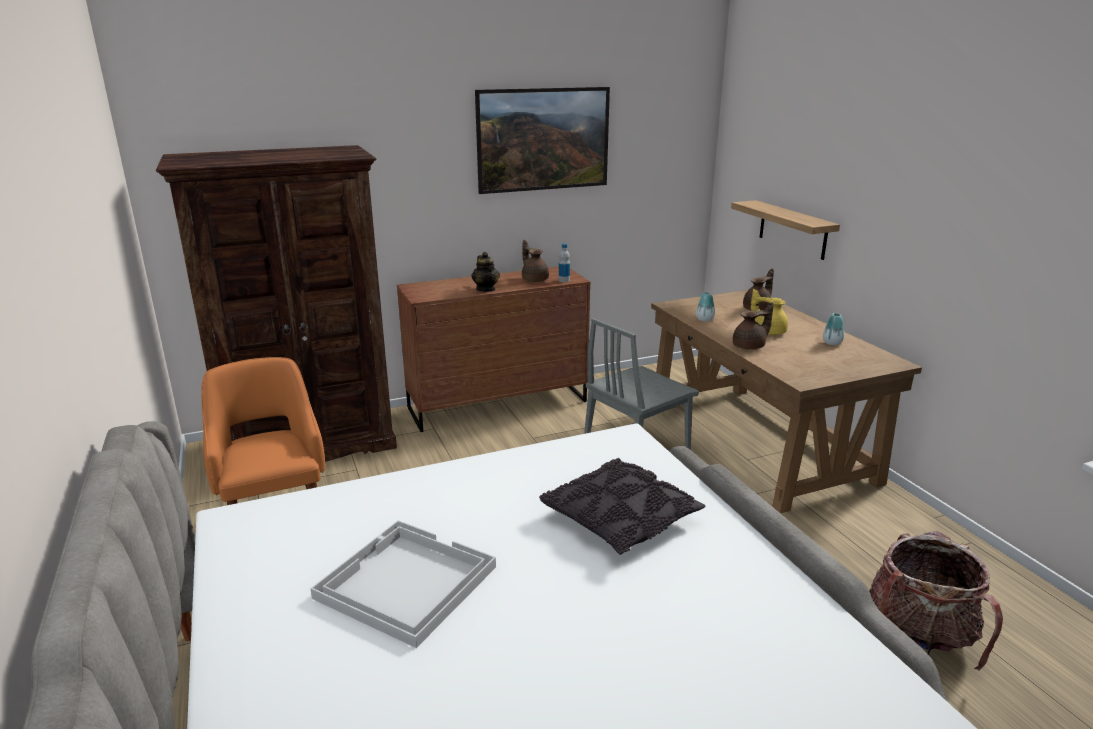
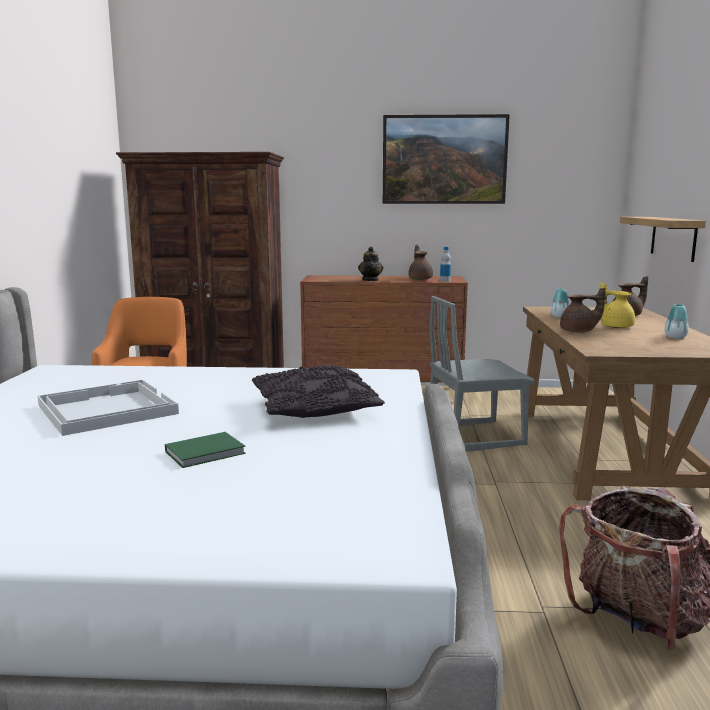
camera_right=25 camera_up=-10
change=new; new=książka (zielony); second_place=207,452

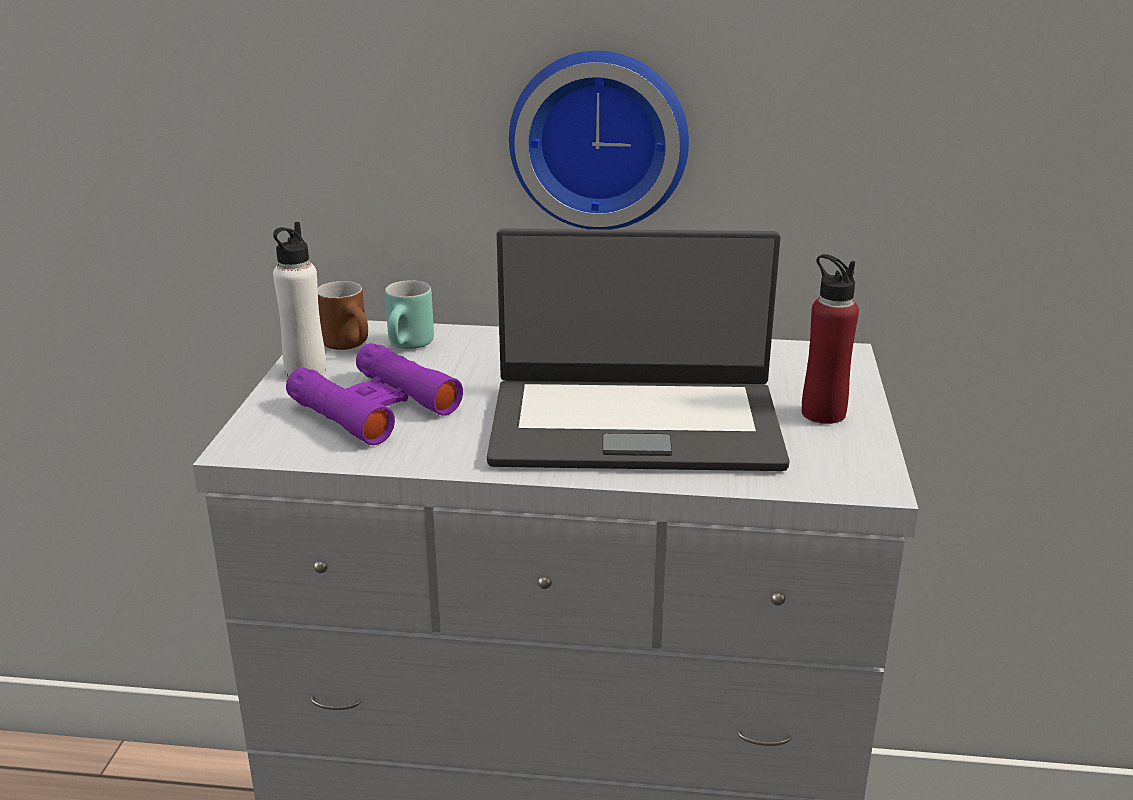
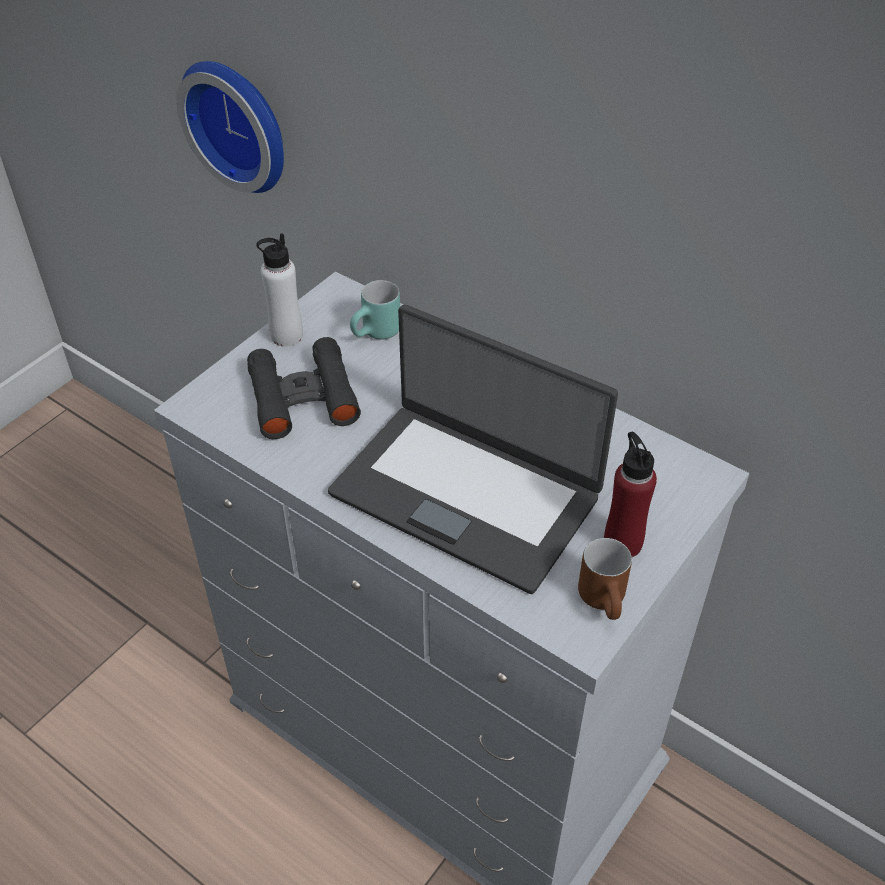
camera_right=30 camera_up=20
change=shifted; old=zegar ścienny; first_place=599,139; second_place=240,123
change=repainted; old=lornetka (fioletowy); new=lornetka (czarny); first_place=374,407; second_place=303,397
change=shifted; old=kubek (brązowy); first_place=352,346; second_place=607,602

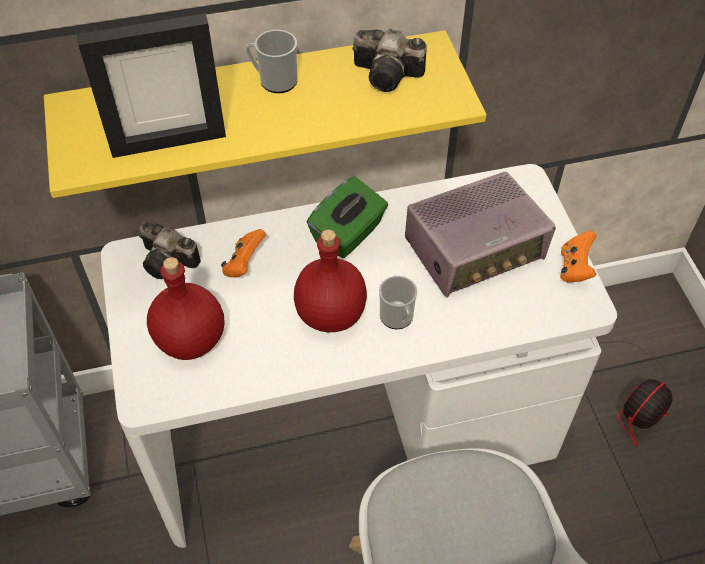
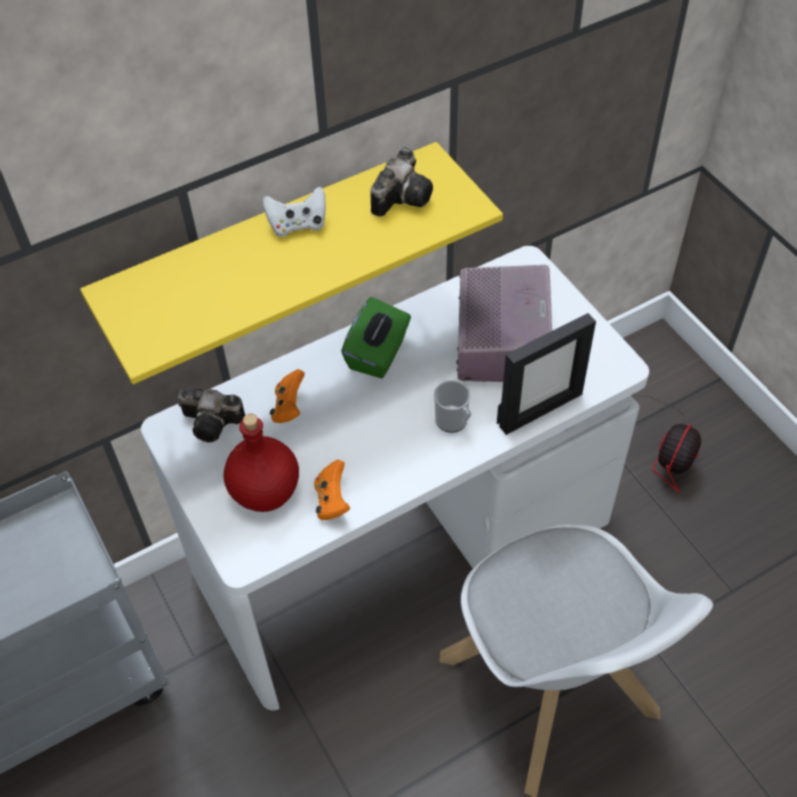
camera_right=-15 camera_up=0
change=swapped; old=kubek; new=pad do gier (biały); first_place=274,81; second_place=298,225
change=shifted; old=pad do gier (pomarańczowy); first_place=574,268; second_place=332,501
change=rotated; old=aparat fotograficzny; first_place=390,75; second_place=403,196; degrees=-60
change=rotated; old=radio; first_place=475,250; second_place=502,340; degrees=-45
change=shifted; old=ramka na zdjęcie; first_place=168,140; second_place=539,408
change=gone; old=butelka (czerwony); first_place=331,313

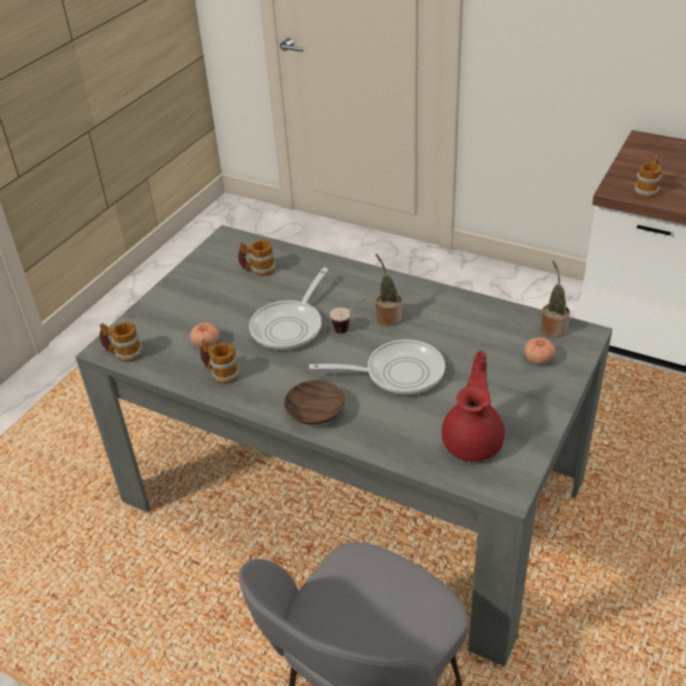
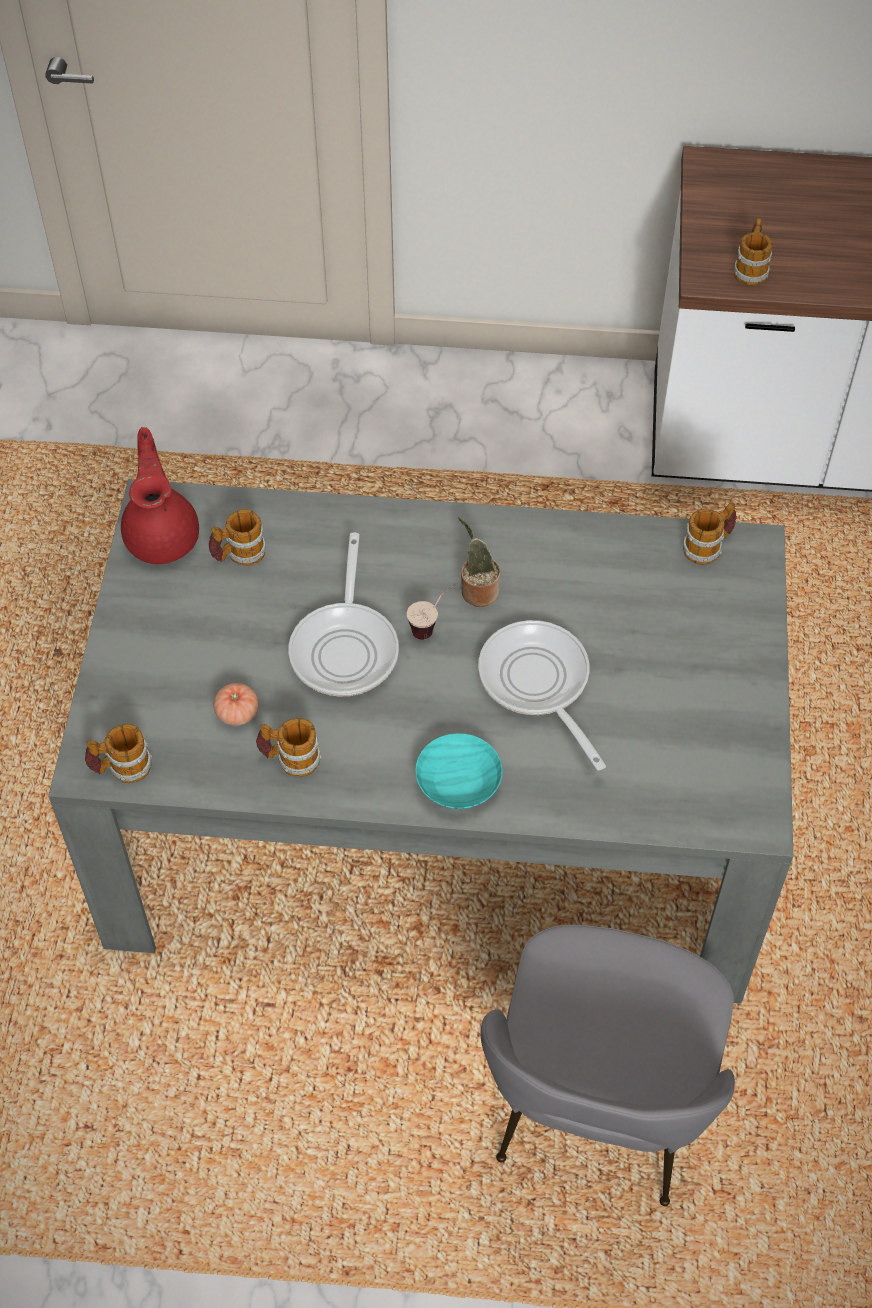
camera_right=-25 camera_up=15
change=shifted; old=imbryk (czerwony); first_place=473,441; second_place=163,536
change=repainted; old=miska (brązowy); new=miska (turkusowy); first_place=317,412; second_place=460,781
change=rotated; old=patelnia; first_place=397,373; second_place=537,684; degrees=-90
change=swapped; old=roślina doniczkowa; new=kubek; first_place=552,327; second_place=708,546
change=gone; old=pomidor; first_place=538,359

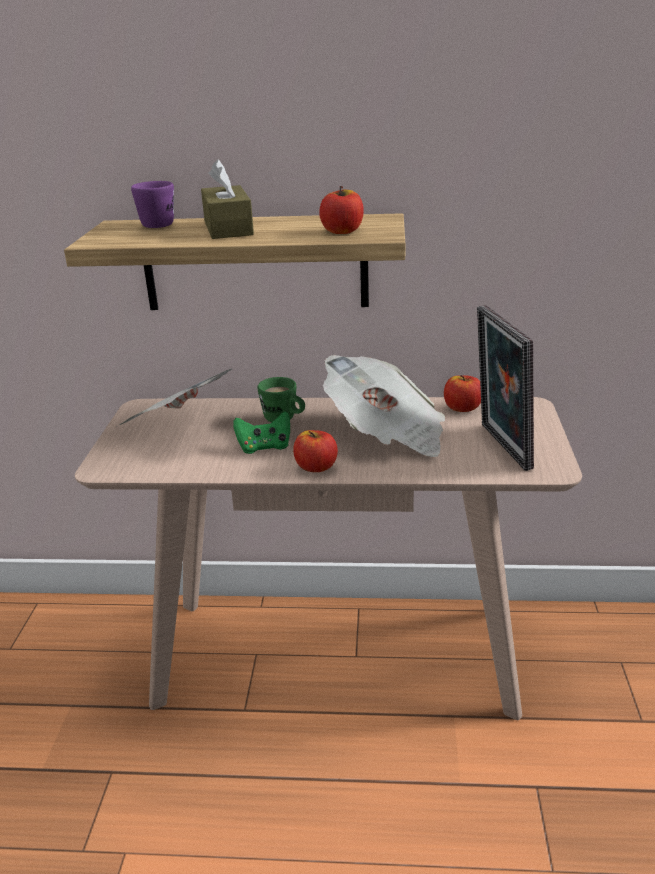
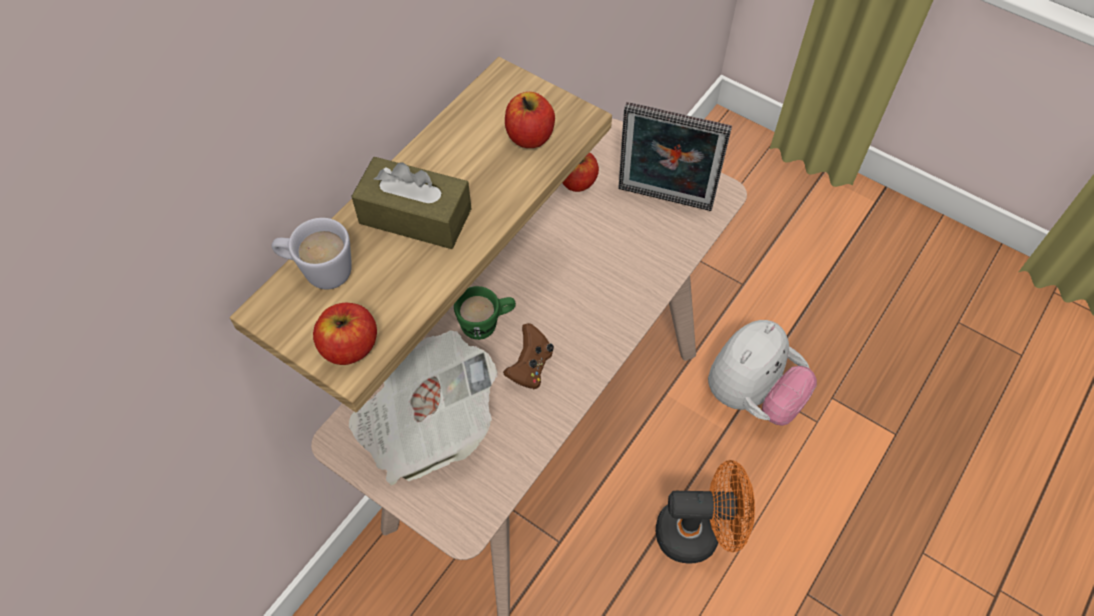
camera_right=-60 camera_up=30
change=repainted; old=kubek (fioletowy); new=kubek (biały); first_place=156,224; second_place=319,271
change=shifted; old=jabłko; first_place=316,467; second_place=350,346
change=repainted; old=pad do gier (zielony); new=pad do gier (brązowy); first_place=264,447; second_place=530,367
change=new; new=wentylator (pomarańczowy); second_place=698,532
change=new; new=pluszak; second_place=752,395
change=gone; old=gazeta; first_place=387,435

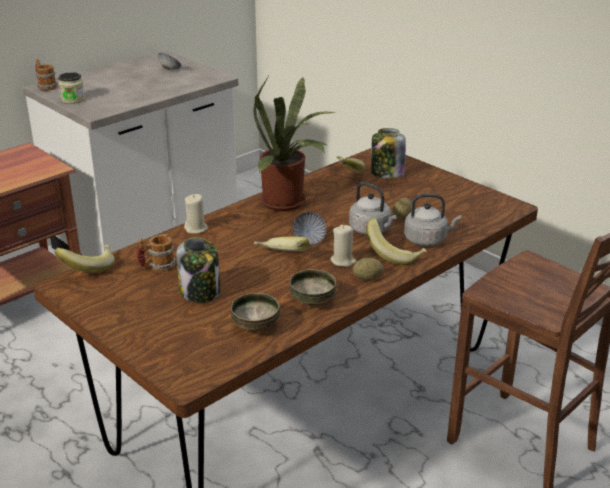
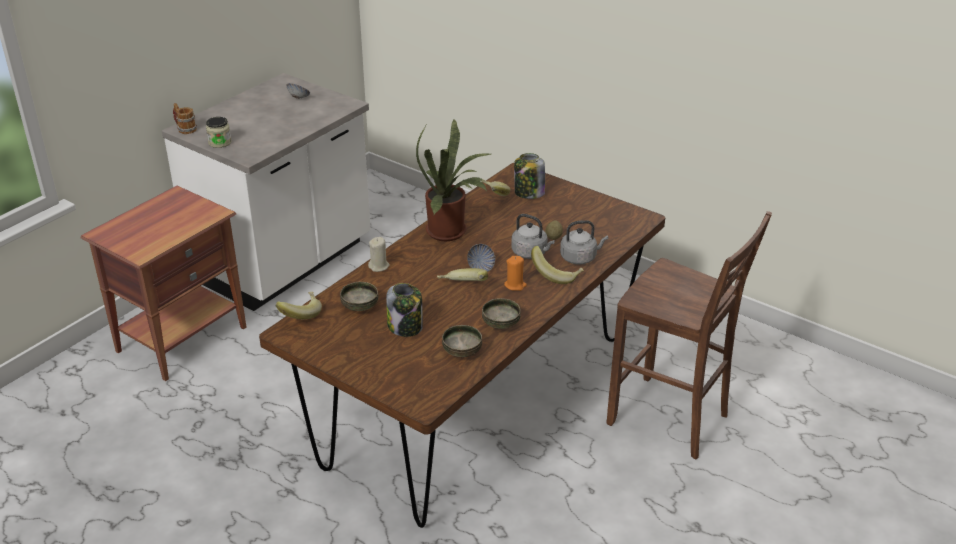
camera_right=-10 camera_up=5
change=swapped; old=kubek; new=miska; first_place=157,267; second_place=359,307
change=repainted; old=świeca (beżowy); new=świeca (pomarańczowy); first_place=343,261; second_place=515,285
change=gone; old=ziemniak; first_place=367,278

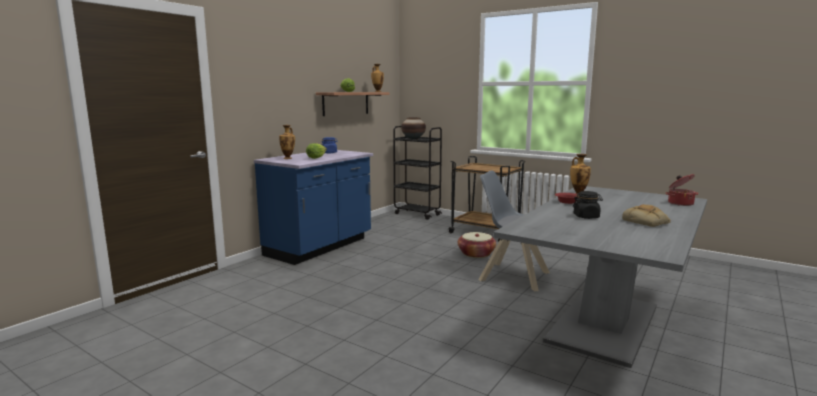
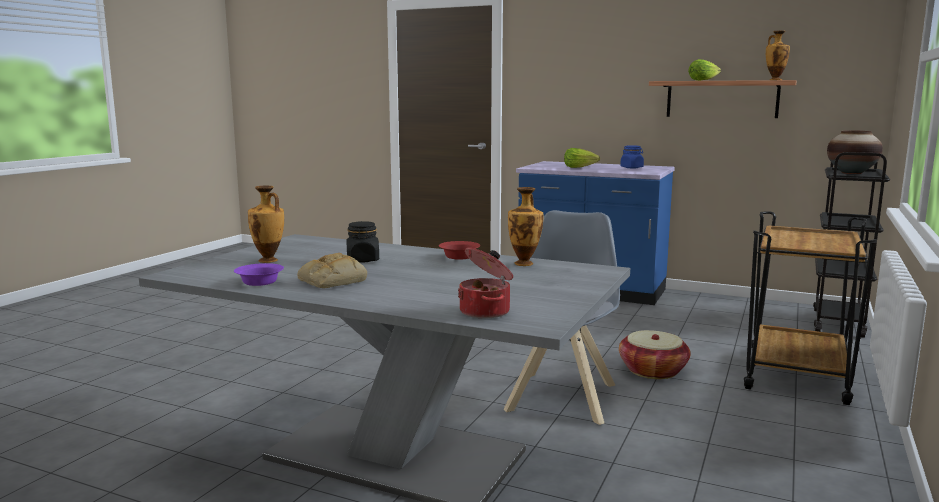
camera_right=80 camera_up=0
change=new; new=miska (fioletowy); second_place=260,282
change=shifted; old=wazon; first_place=288,158; second_place=268,261

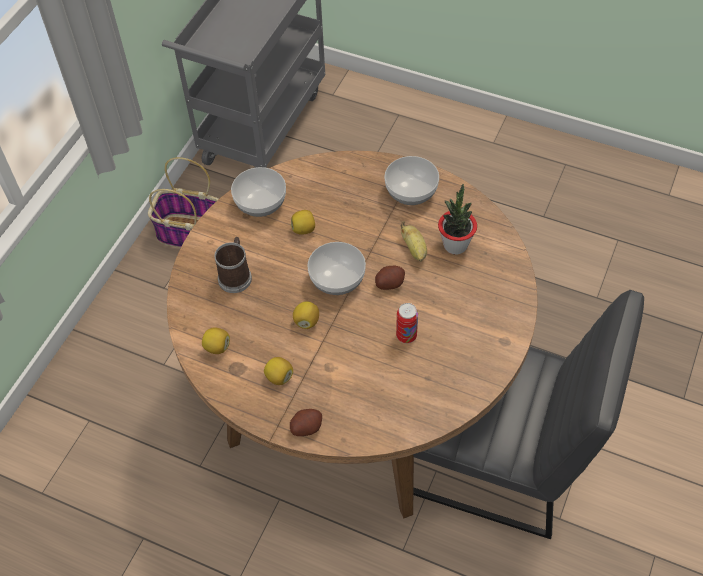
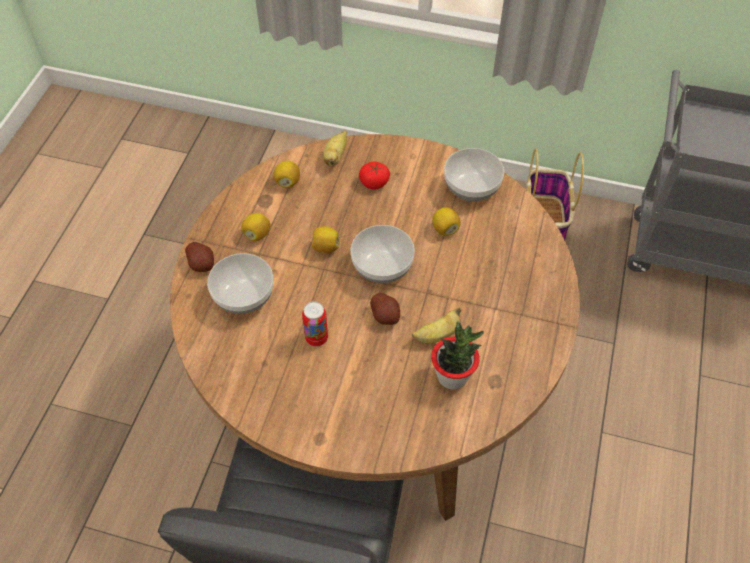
camera_right=80 camera_up=0
change=shifted; old=miska; first_place=411,192; second_place=245,296
change=new; new=banan; second_place=335,156
change=swapped; old=kubek; new=pomidor; first_place=236,275; second_place=374,182

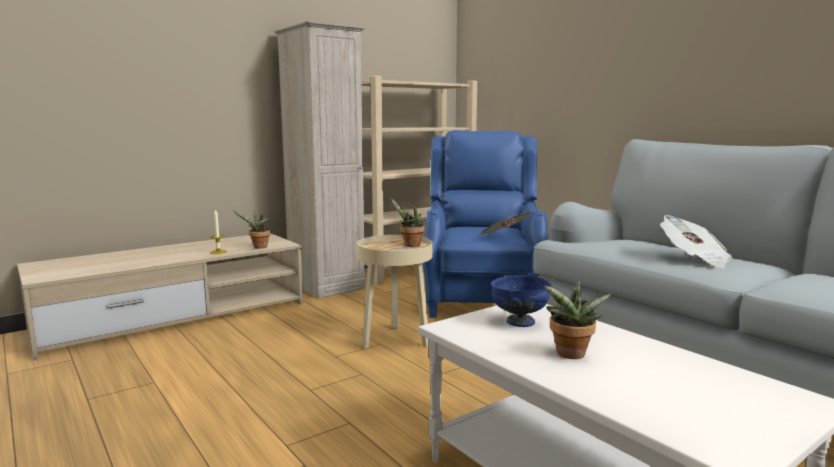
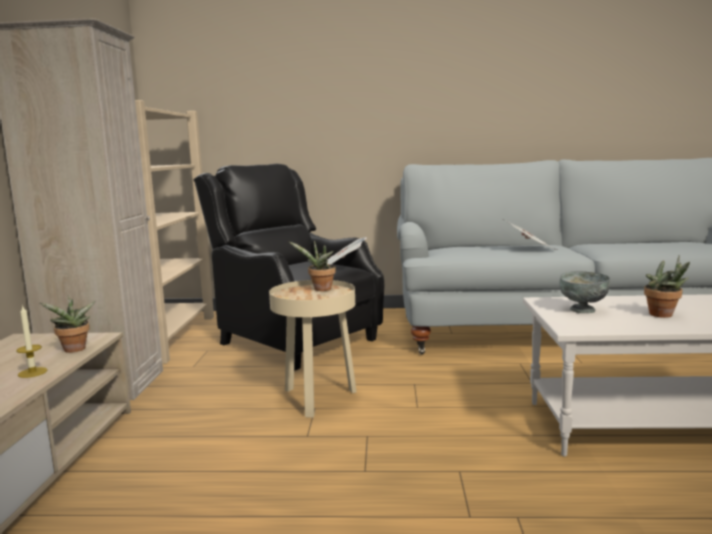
camera_right=-50 camera_up=0
change=repainted; old=fotel (niebieski); new=fotel (czarny); first_place=482,299; second_place=295,340
change=repainted; old=miska (niebieski); new=miska (szary); first_place=519,322; second_place=583,310

